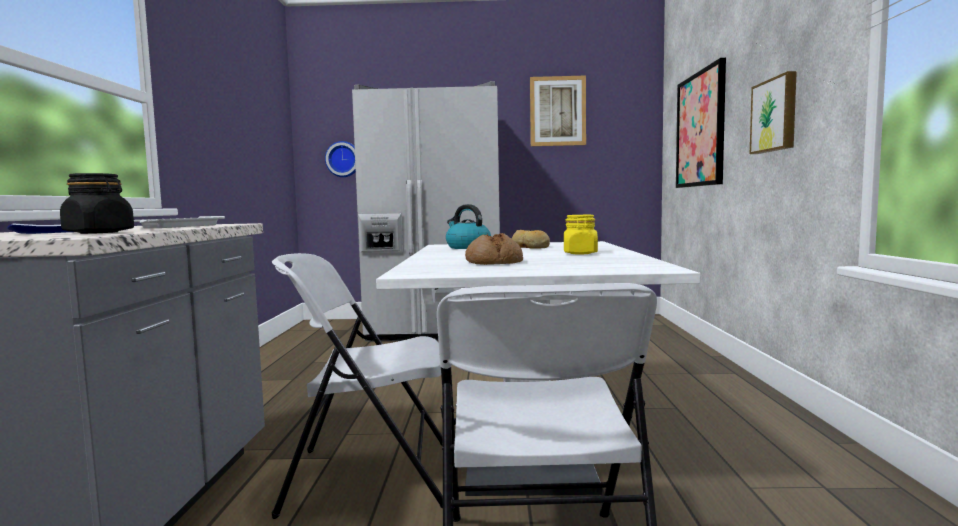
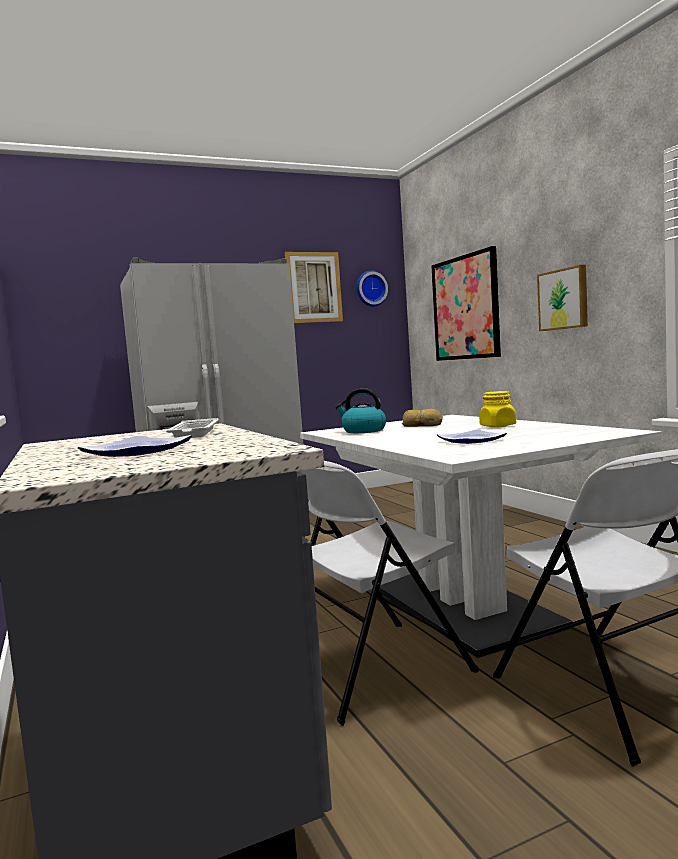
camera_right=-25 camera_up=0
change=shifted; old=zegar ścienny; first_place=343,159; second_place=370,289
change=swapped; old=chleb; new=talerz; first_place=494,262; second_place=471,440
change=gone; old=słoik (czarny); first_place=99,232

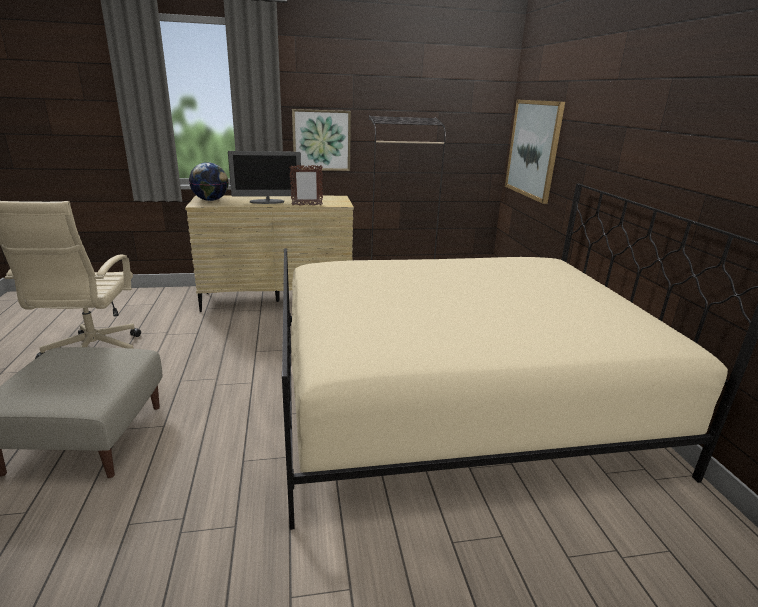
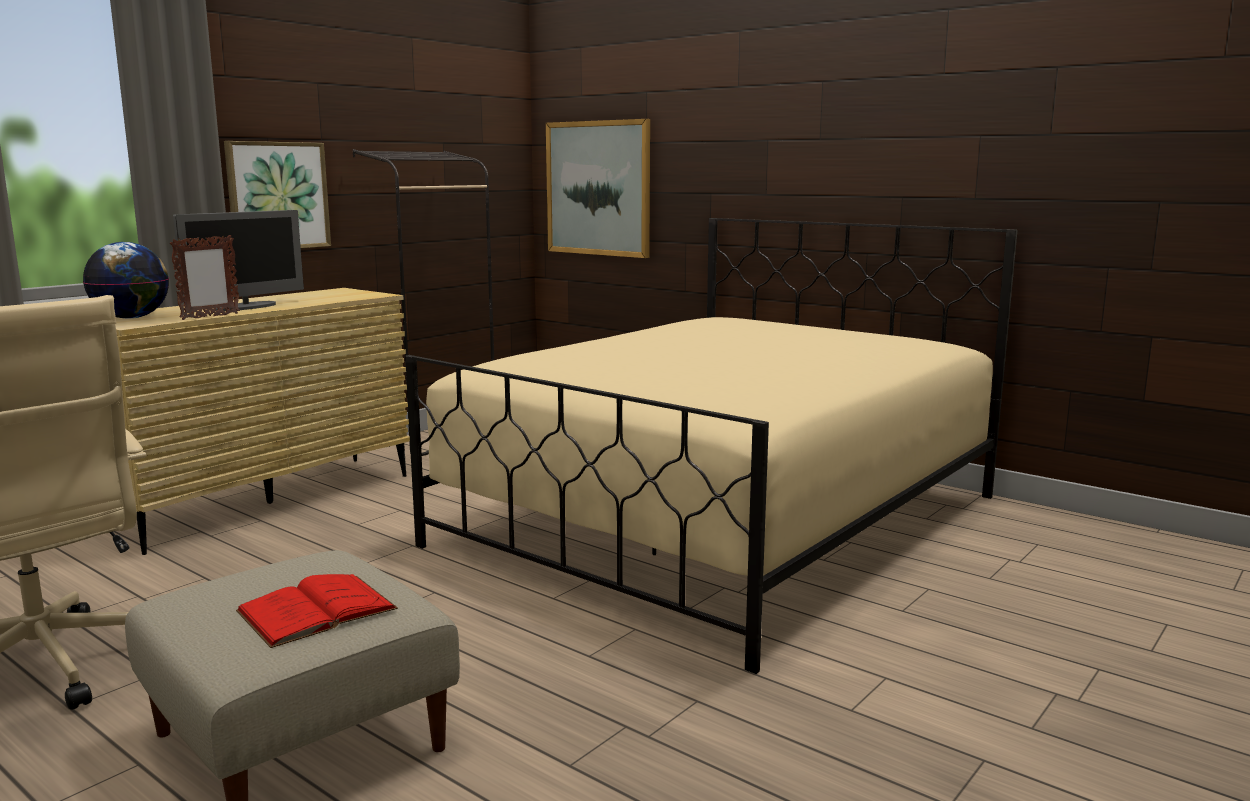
camera_right=-40 camera_up=-10
change=shifted; old=ramka na zdjęcie; first_place=306,205; second_place=210,317
change=new; new=książka (czerwony); second_place=317,610

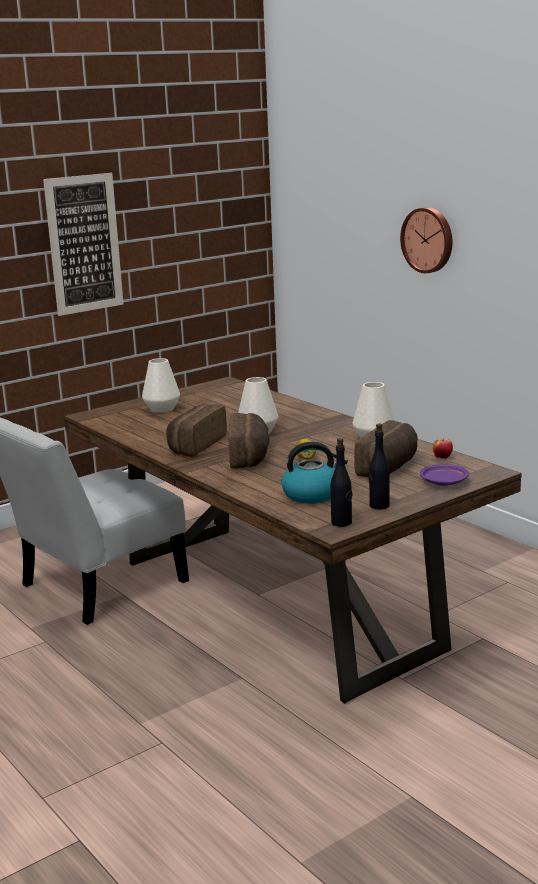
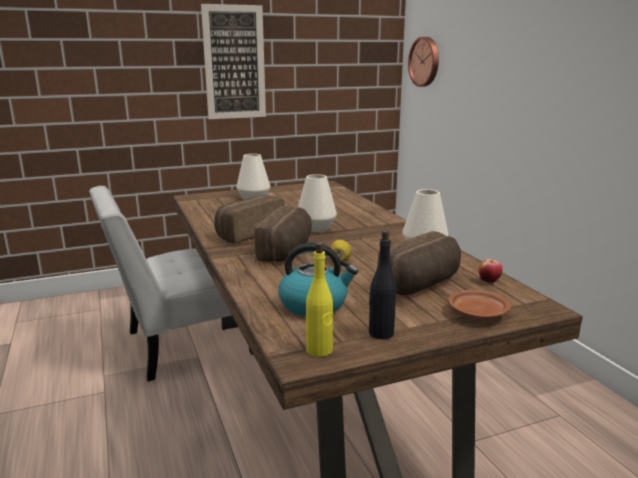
camera_right=15 camera_up=0
change=repainted; old=butelka (czarny); new=butelka (żółty); first_place=341,523; second_place=319,350
change=shifted; old=zegar ścienny; first_place=428,240; second_place=425,61
change=repainted; old=talerz (fioletowy); new=talerz (brązowy); first_place=444,482; second_place=478,313

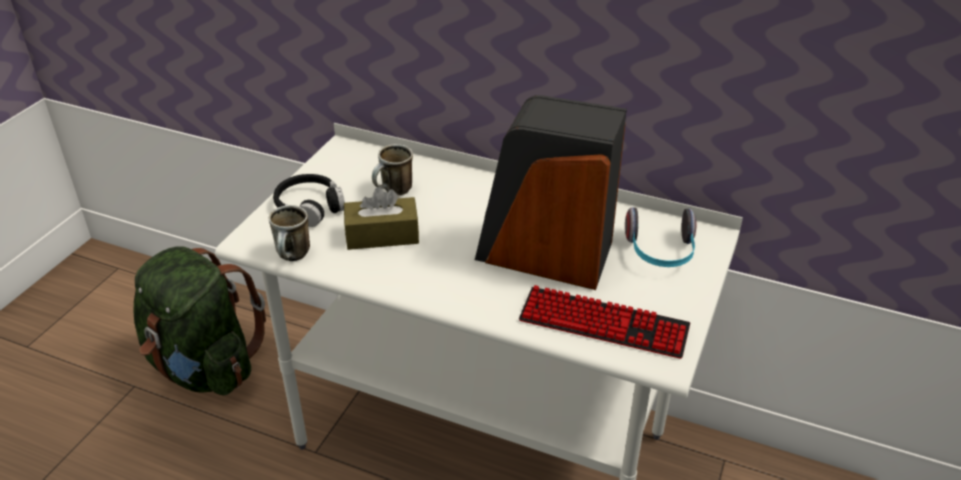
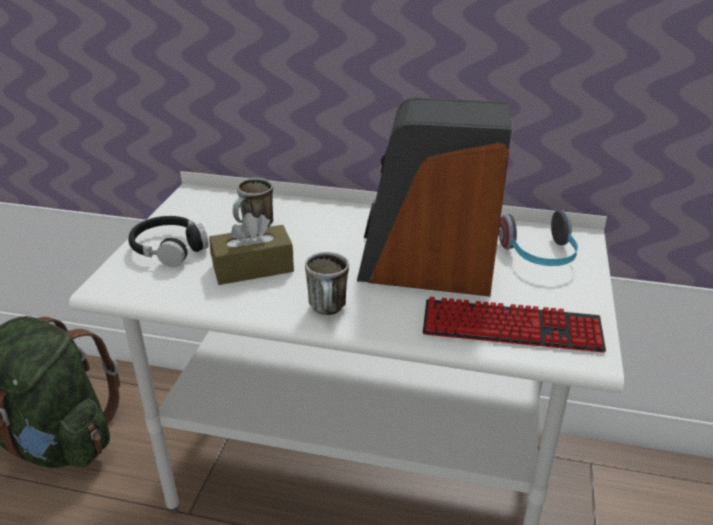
camera_right=-10 camera_up=-5
change=shifted; old=kubek; first_place=293,257; second_place=329,311

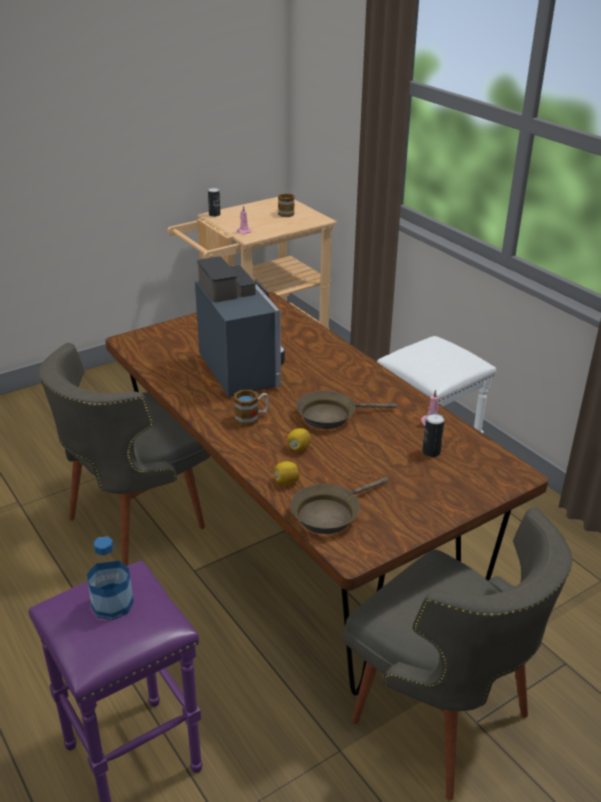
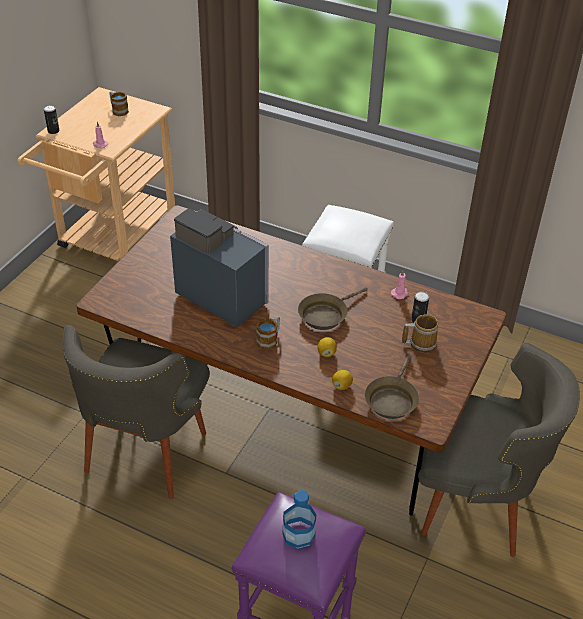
camera_right=-30 camera_up=10
change=new; new=kubek; second_place=420,343

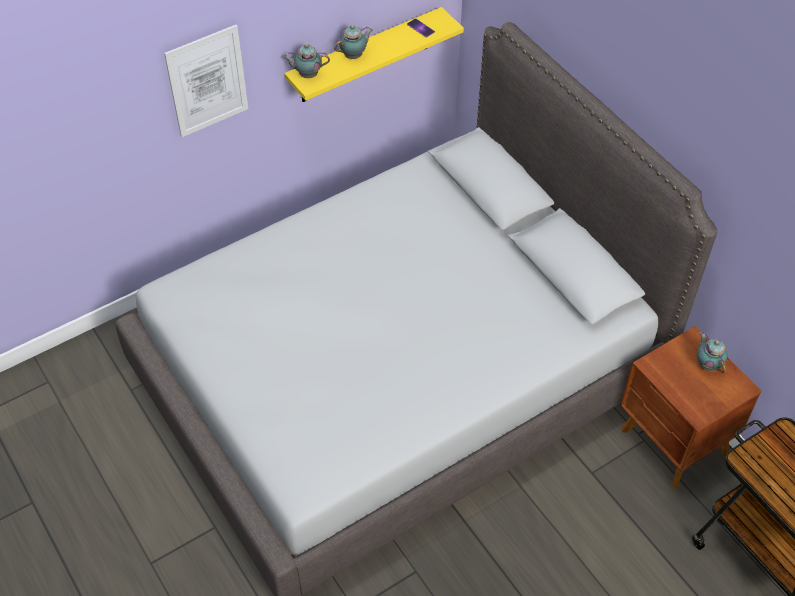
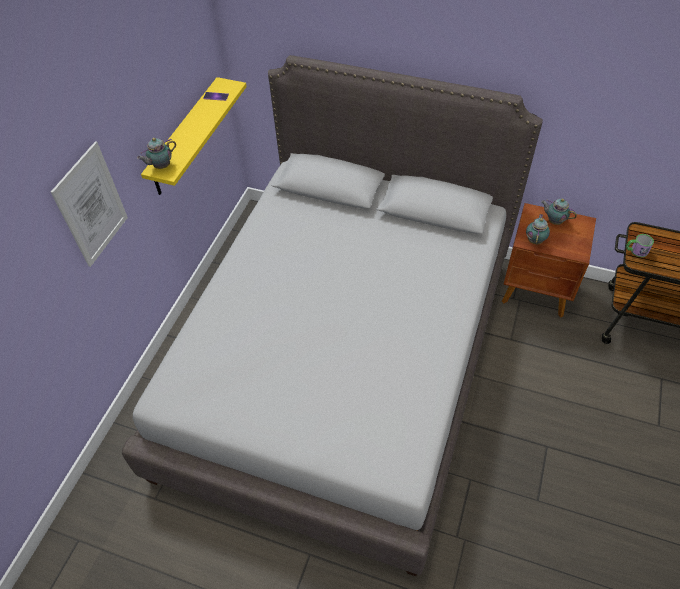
camera_right=-35 camera_up=0
change=shifted; old=imbryk; first_place=354,56; second_place=535,240
change=new; new=kubek; second_place=636,251

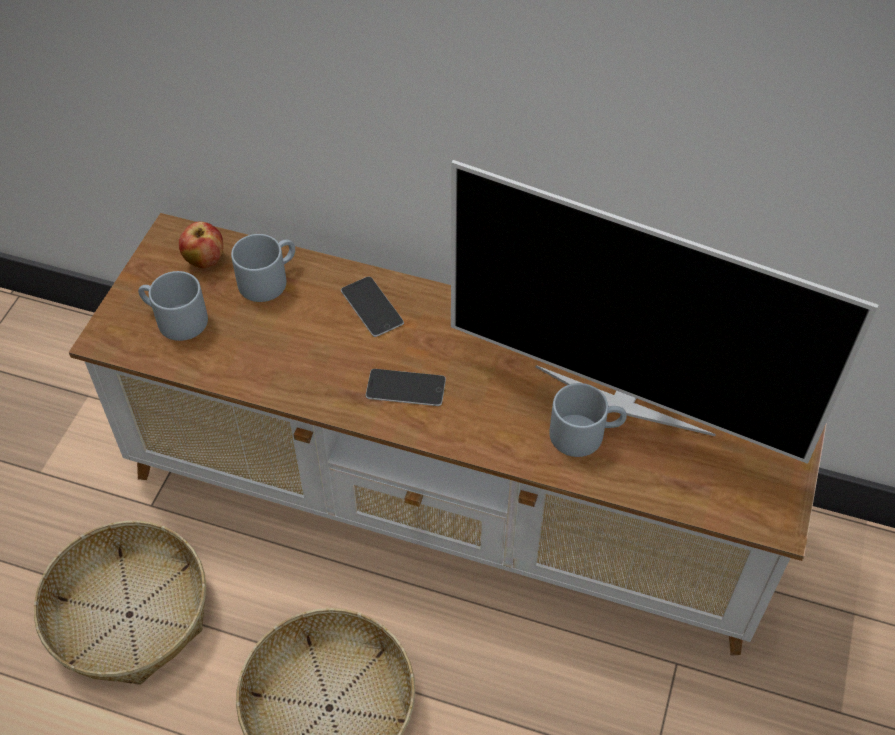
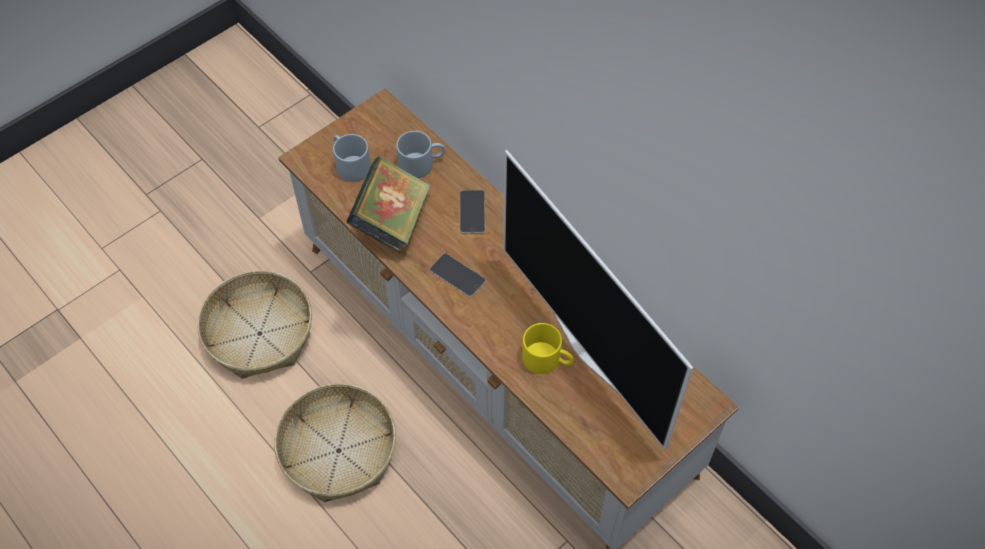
camera_right=30 camera_up=5
change=new; new=książka; second_place=391,220
change=repainted; old=kubek (szary); new=kubek (żółty); first_place=585,433; second_place=547,359
change=gone; old=jabłko; first_place=205,260

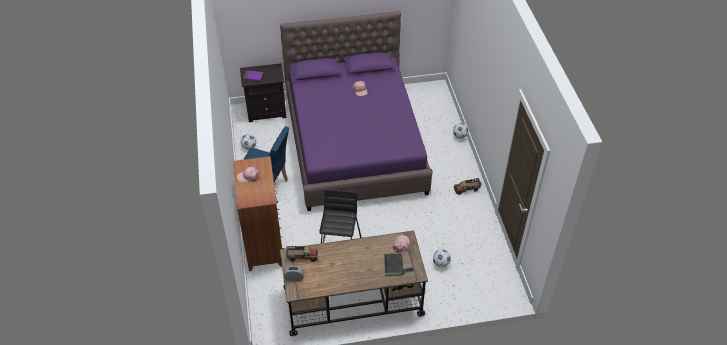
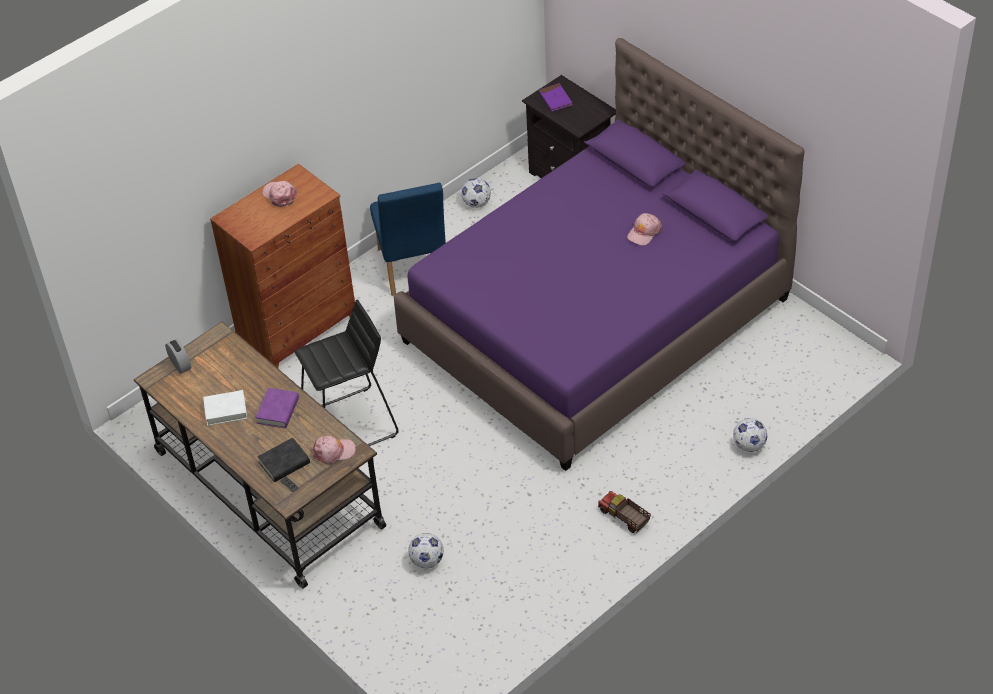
camera_right=60 camera_up=0
change=new; new=książka (biały); second_place=225,410
change=new; new=książka (fioletowy); second_place=278,411
change=gone; old=ciężarówka zabawkowa; first_place=302,257

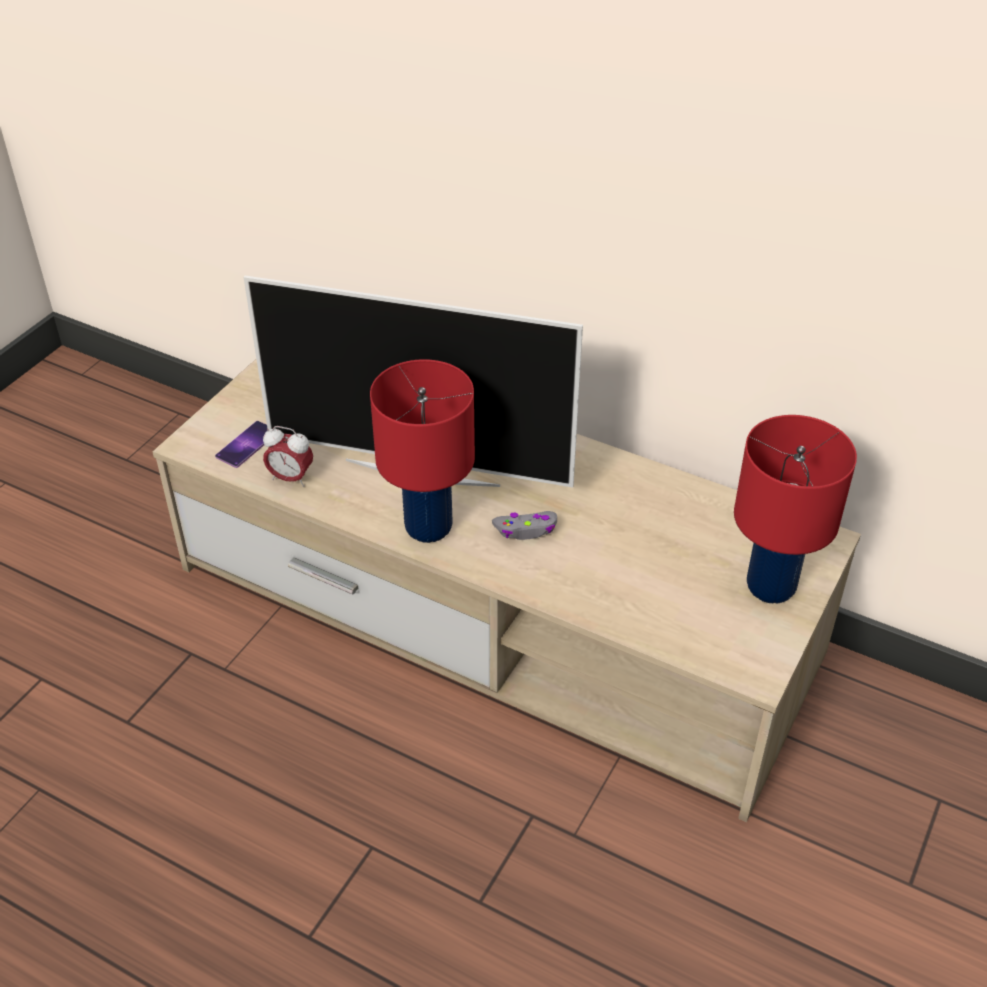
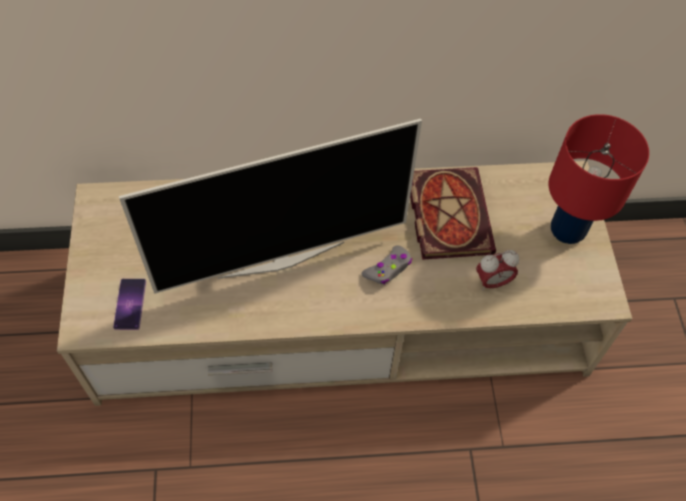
camera_right=-35 camera_up=15
change=new; new=książka; second_place=447,213
change=shifted; old=budzik; first_place=291,478; second_place=492,282
change=gone; old=lampa stołowa (czerwony); first_place=430,530

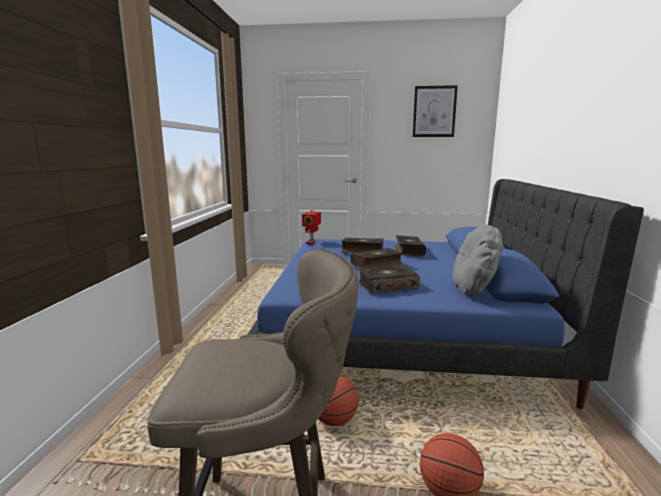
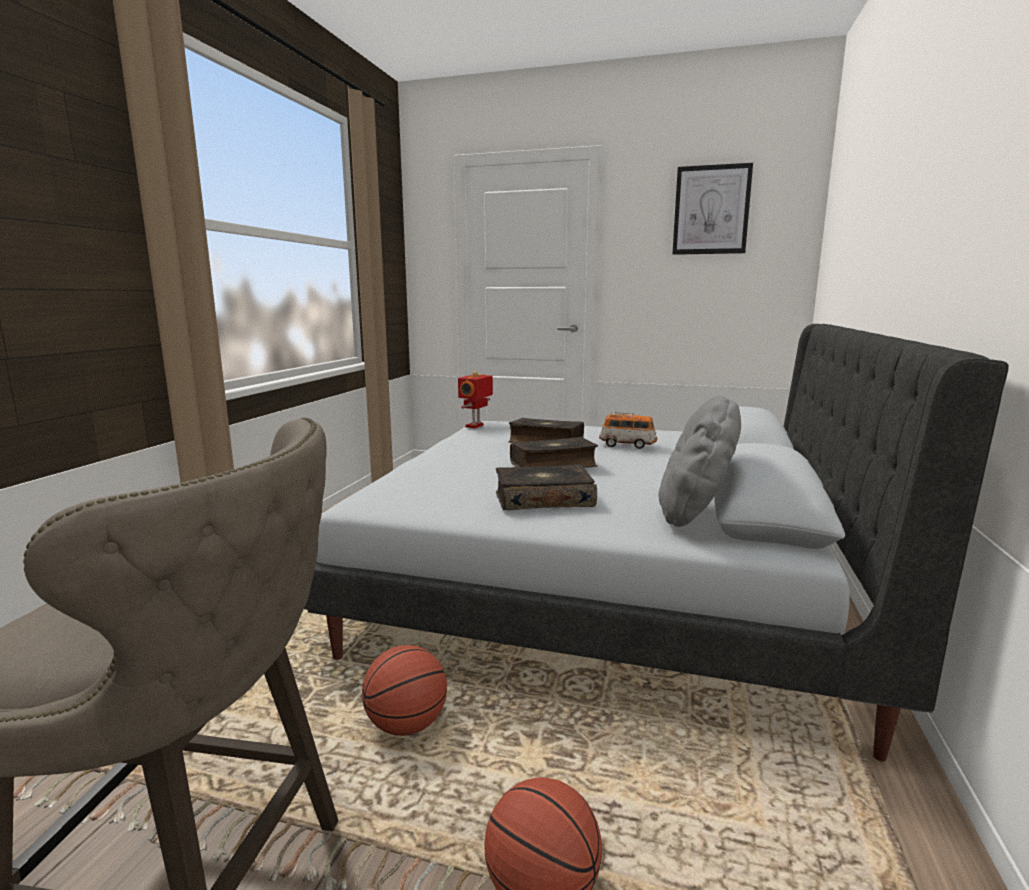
camera_right=10 camera_up=0
change=repainted; old=łóżko (niebieski); new=łóżko (szary); first_place=406,329; second_place=608,580
change=swapped; old=książka; new=samochodzik; first_place=408,251; second_place=627,445

